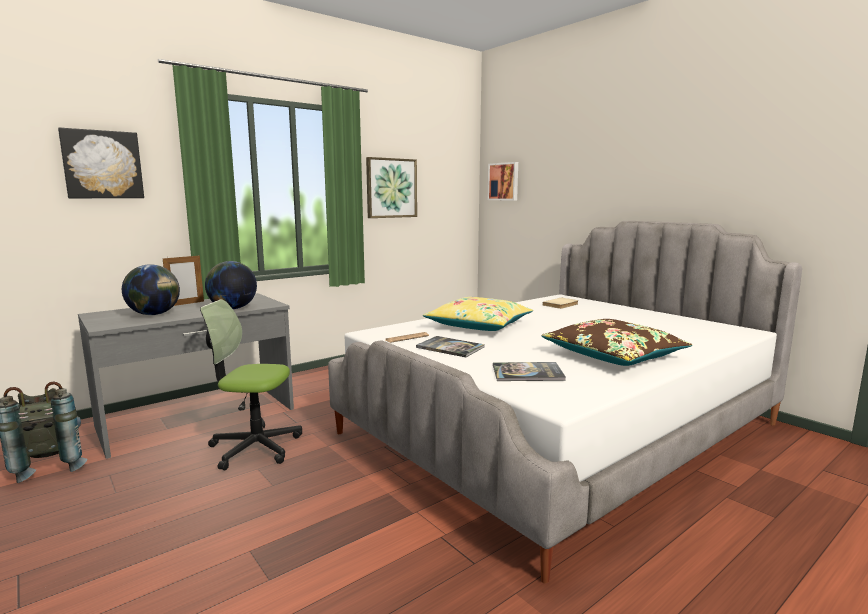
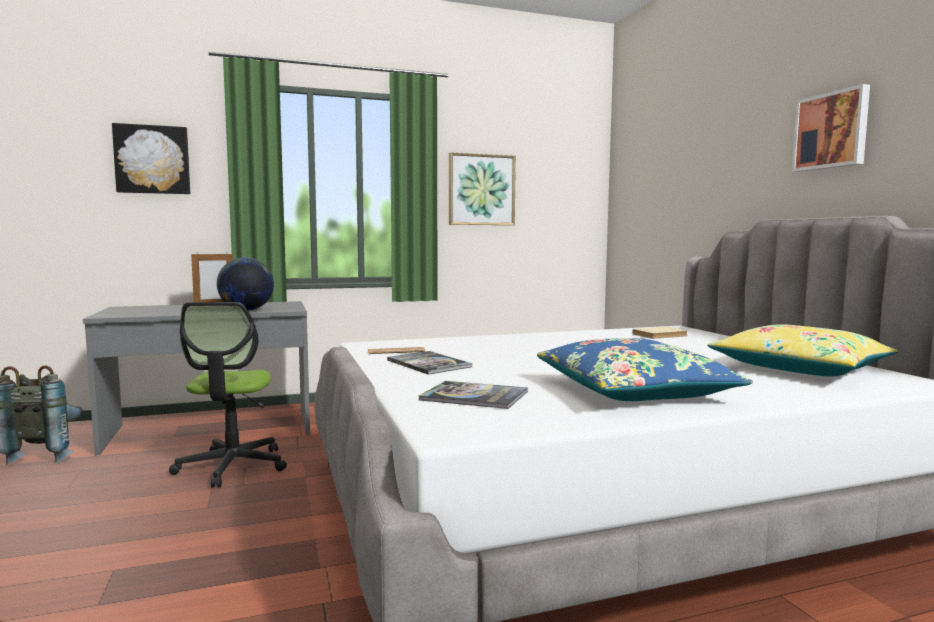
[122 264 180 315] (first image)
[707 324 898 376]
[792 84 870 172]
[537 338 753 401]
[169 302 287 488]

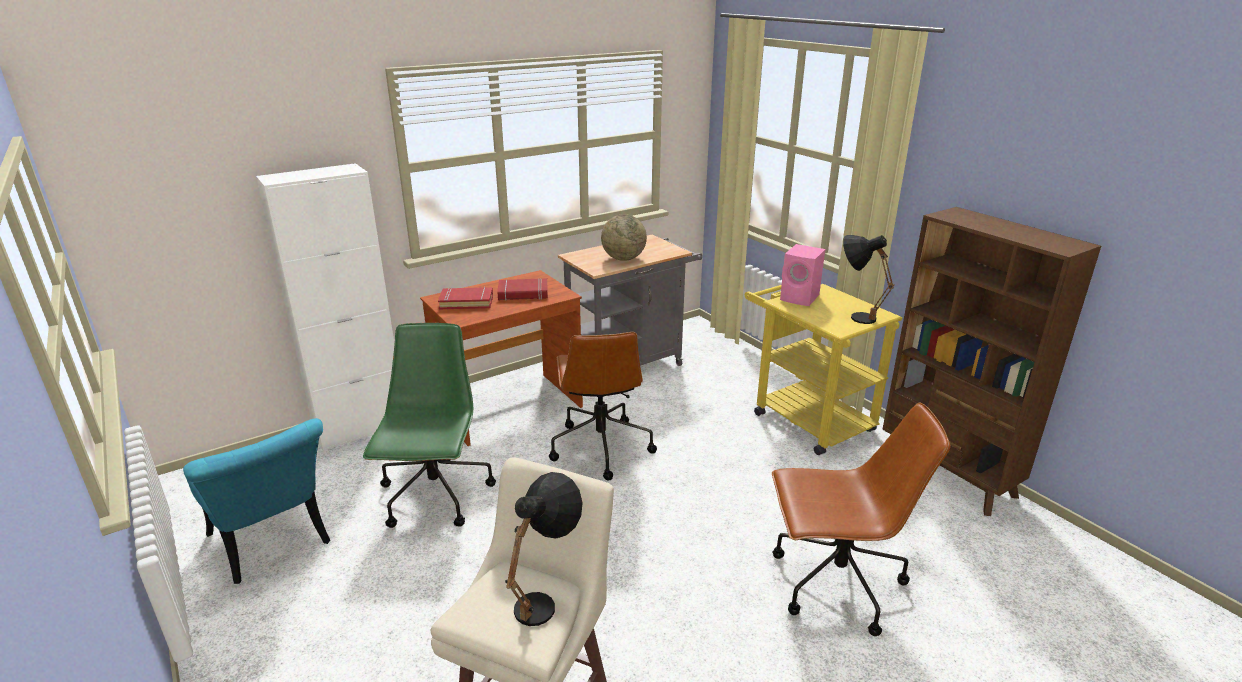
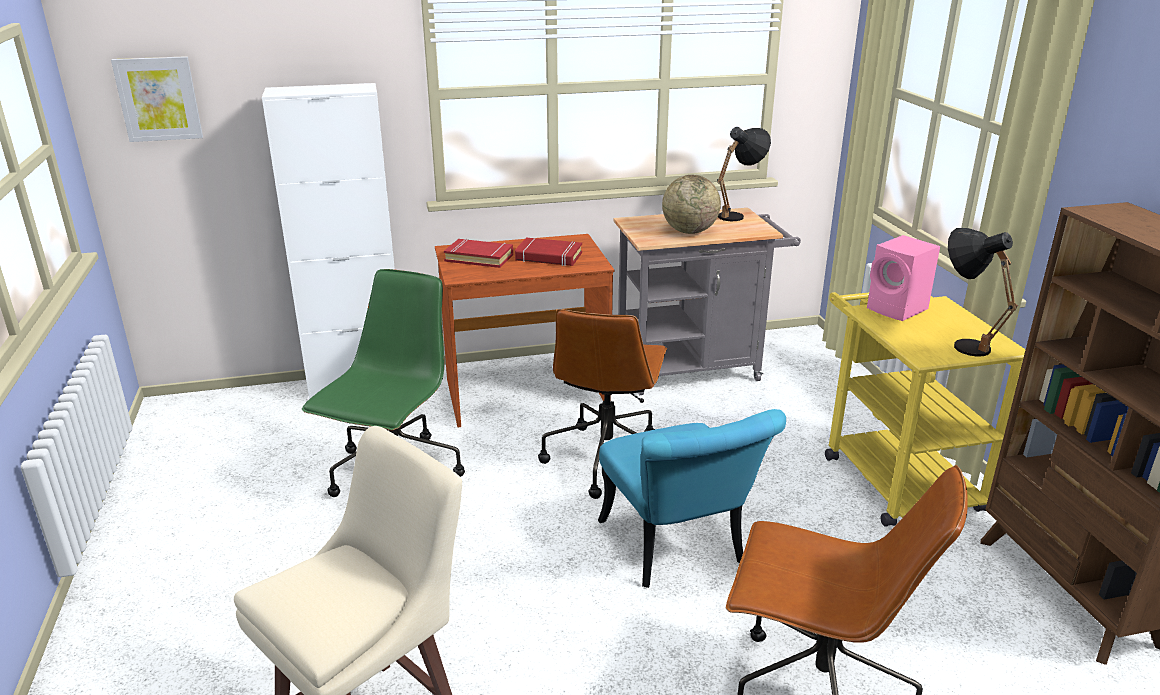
[111 56 203 142]
[598 409 786 588]
[717 127 771 221]

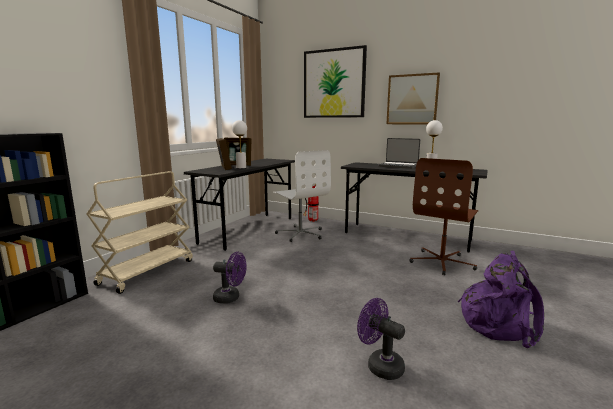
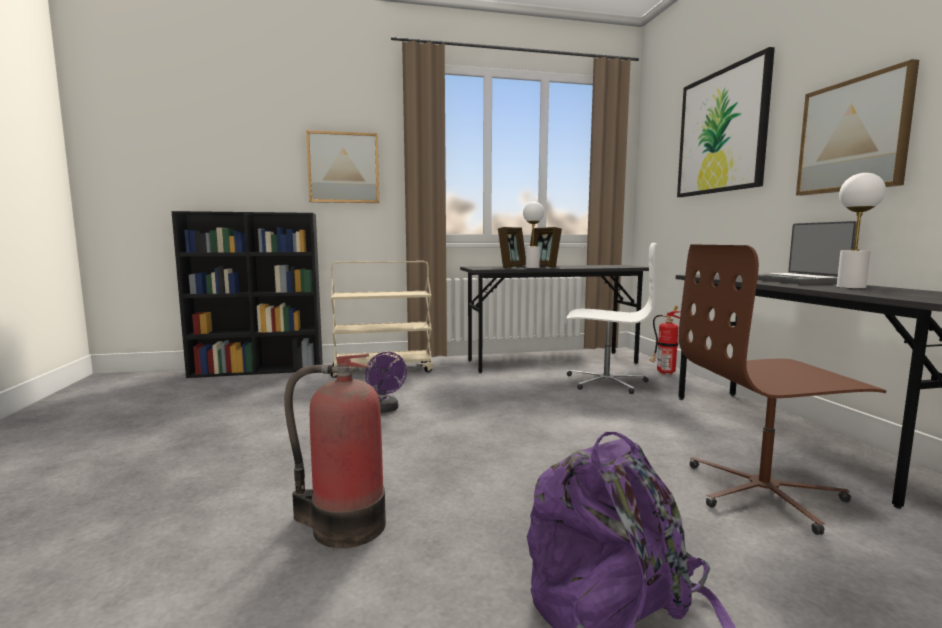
[306 130 379 203]
[284 354 386 548]
[566 243 656 394]

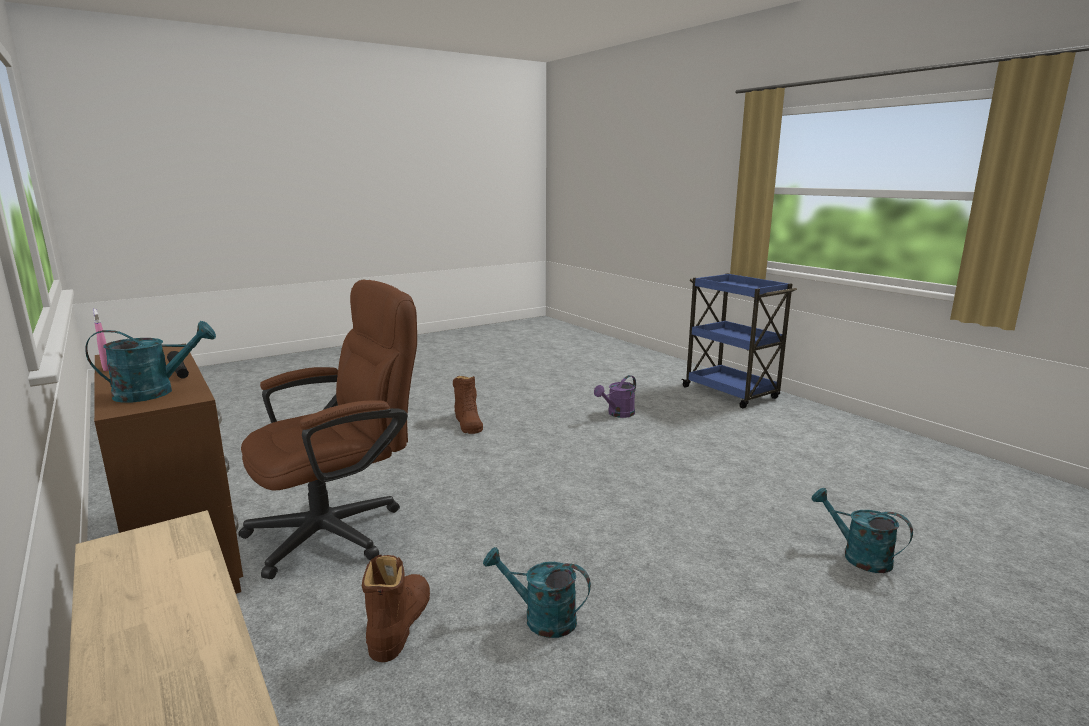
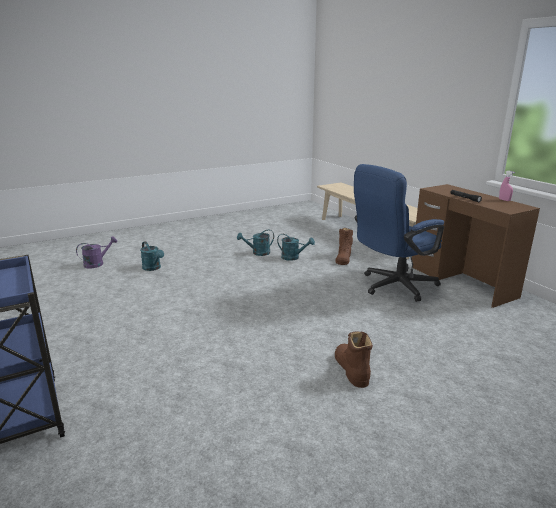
[237 229 274 256]
[76 236 117 269]
[354 164 444 302]

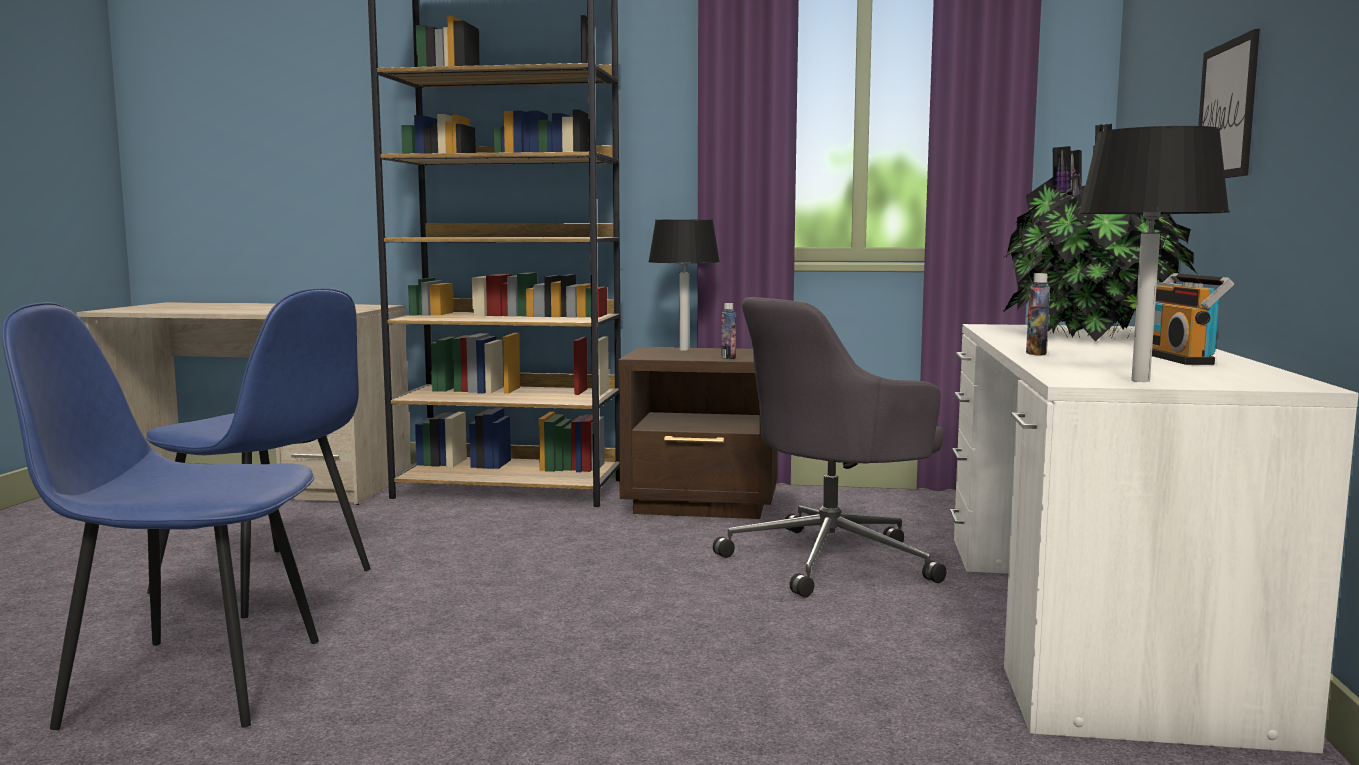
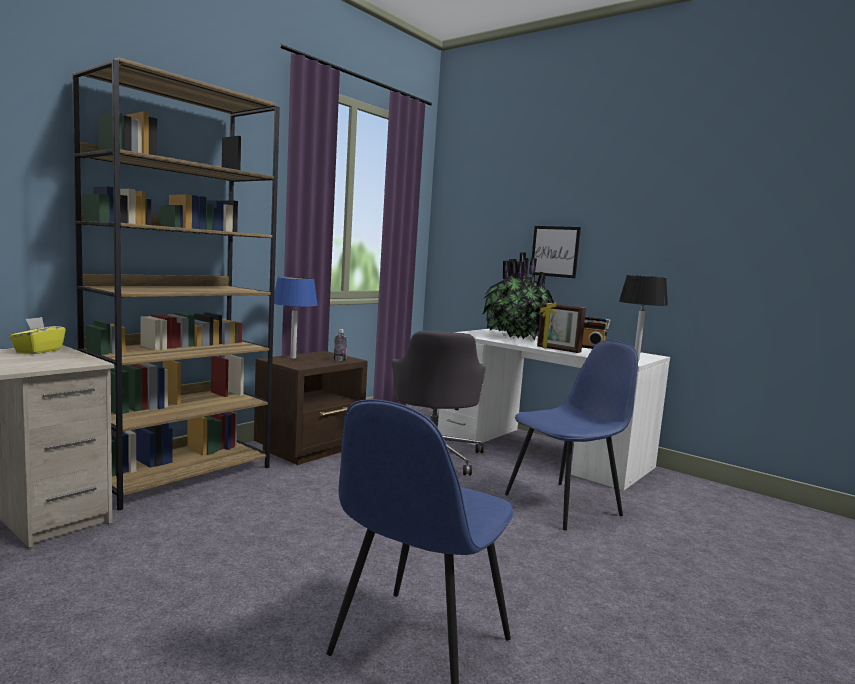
[10 317 66 354]
[505 340 638 530]
[537 303 586 353]
[274 277 318 359]

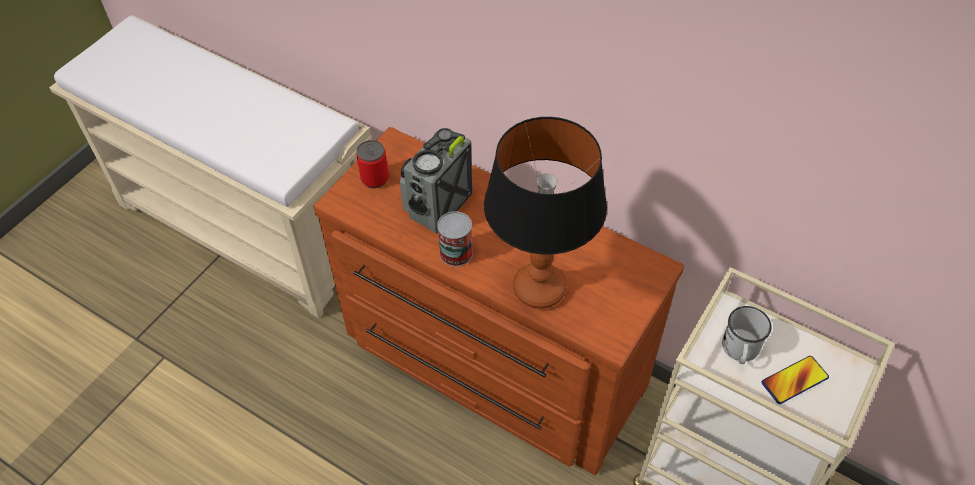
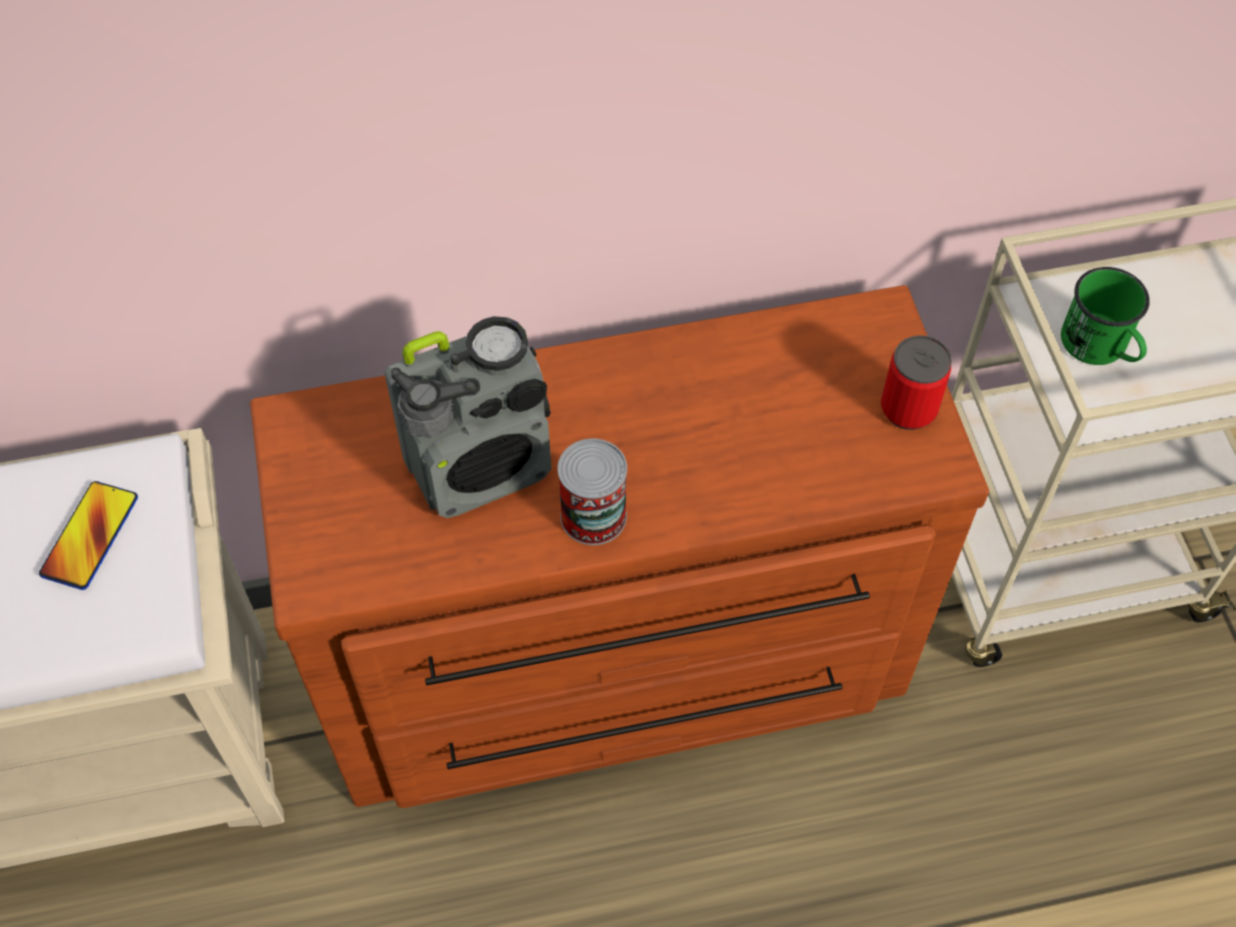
[484 117 607 309] (first image)
[881 335 952 430]
[39 481 138 590]
[1061 267 1150 365]
[384 316 551 518]

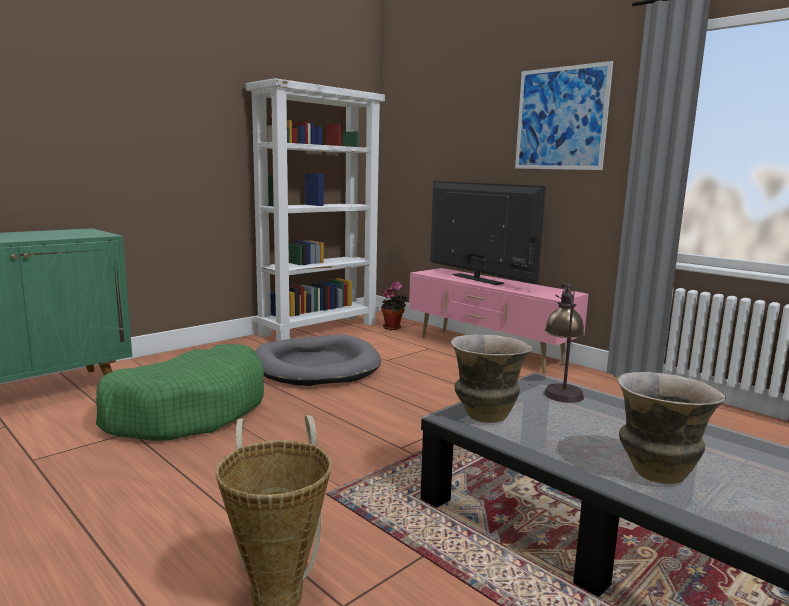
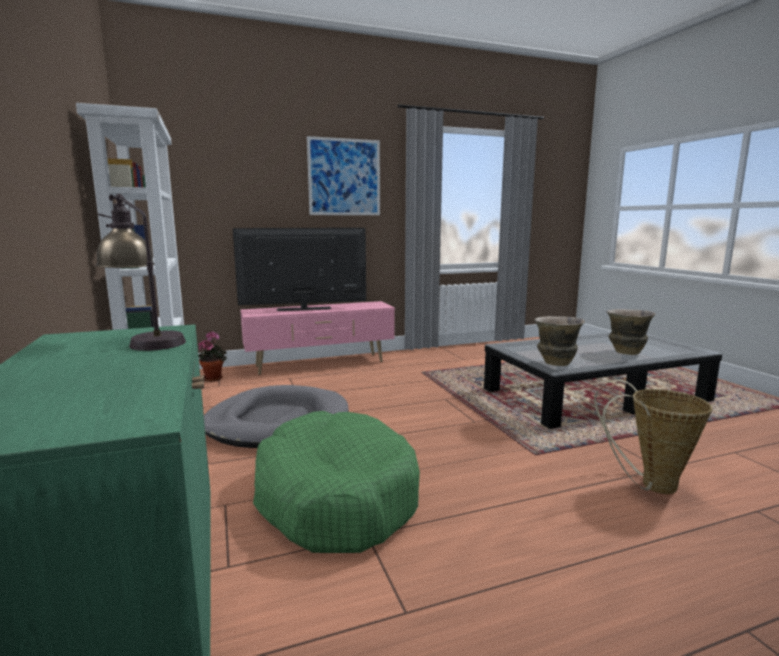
[96 194 186 351]

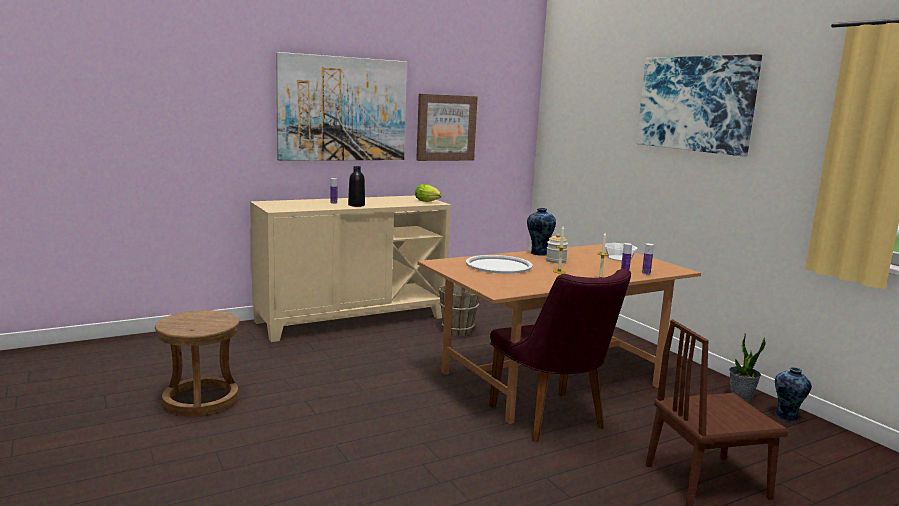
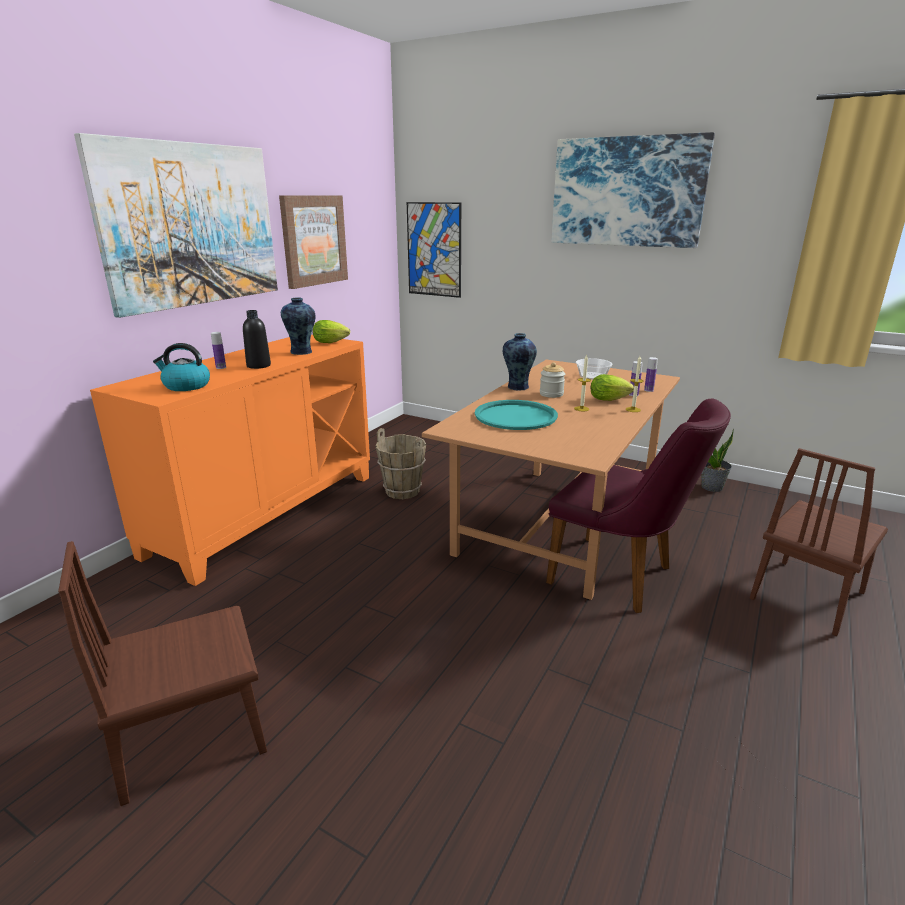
[153 343 210 391]
[407 202 461 298]
[591 374 634 401]
[281 297 316 355]
[58 541 267 806]
[90 335 370 586]
[475 400 558 430]

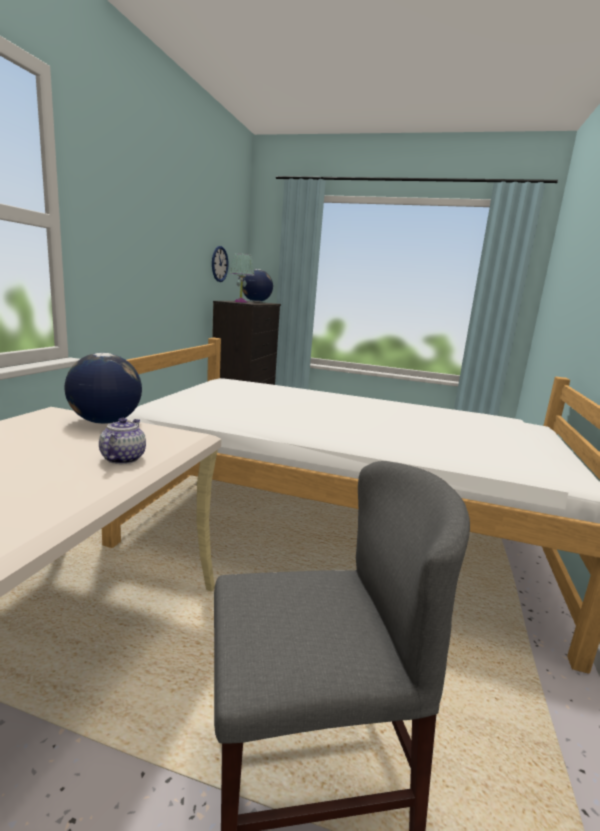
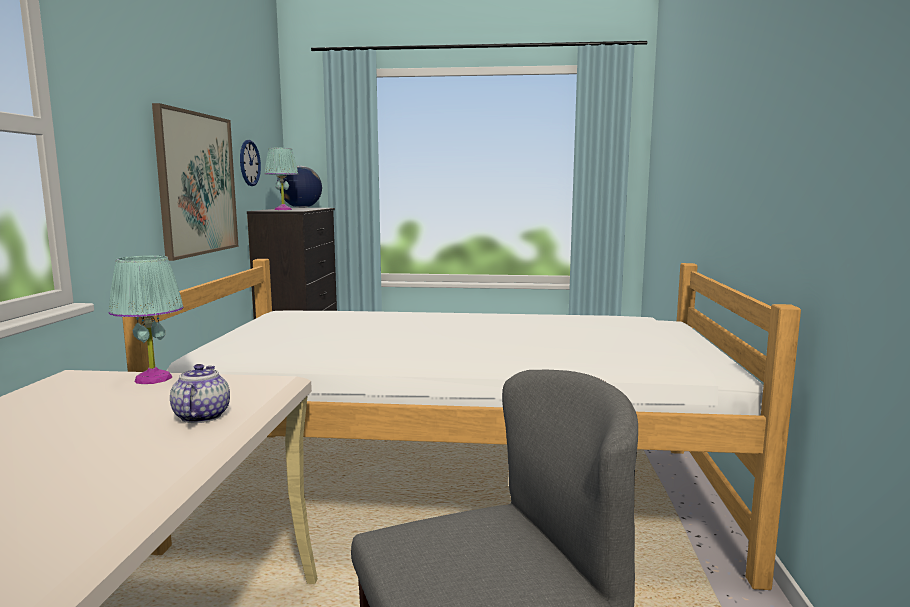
[152 103 239 261]
[109 255 184 384]

